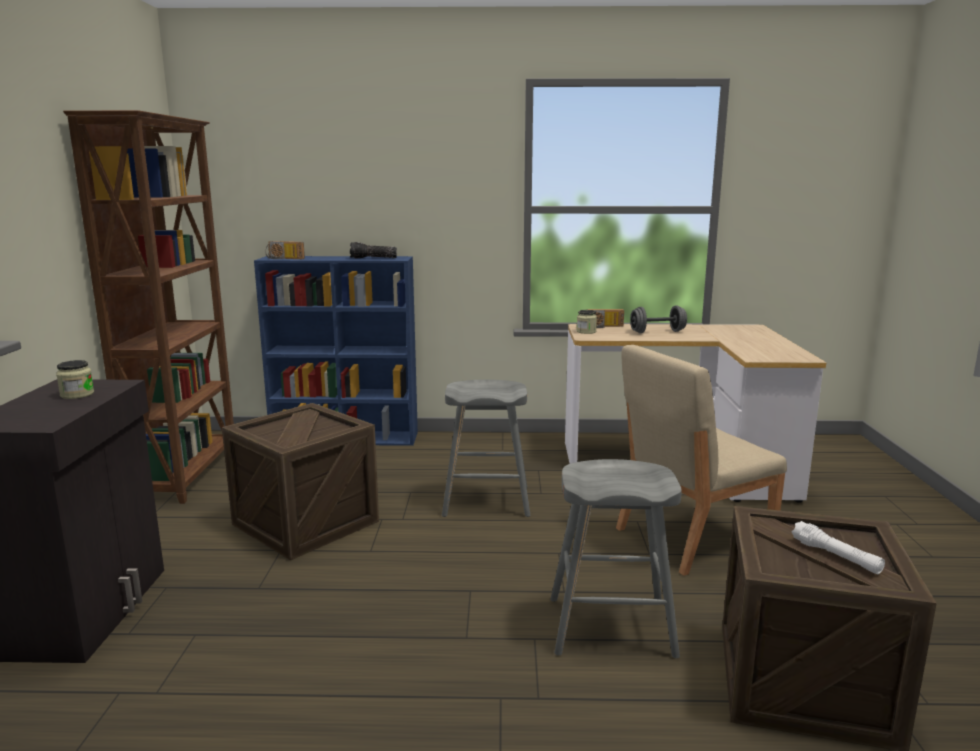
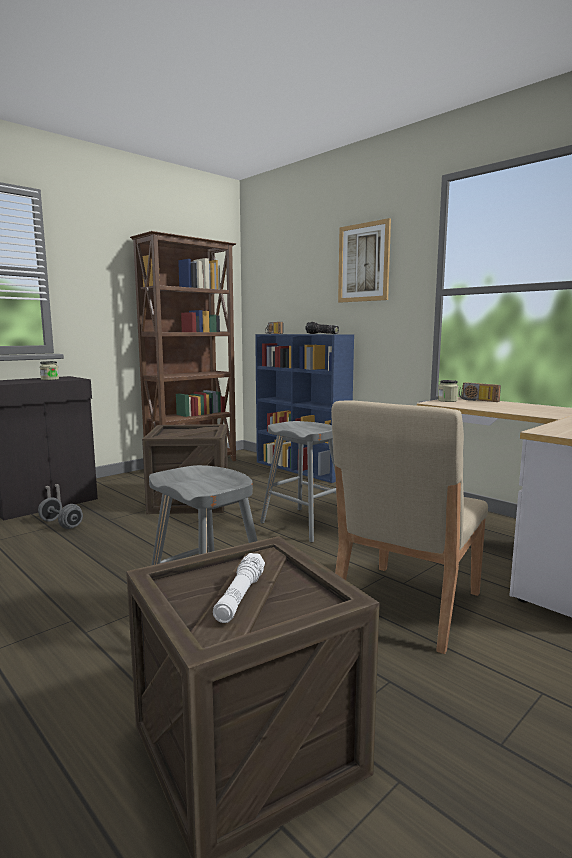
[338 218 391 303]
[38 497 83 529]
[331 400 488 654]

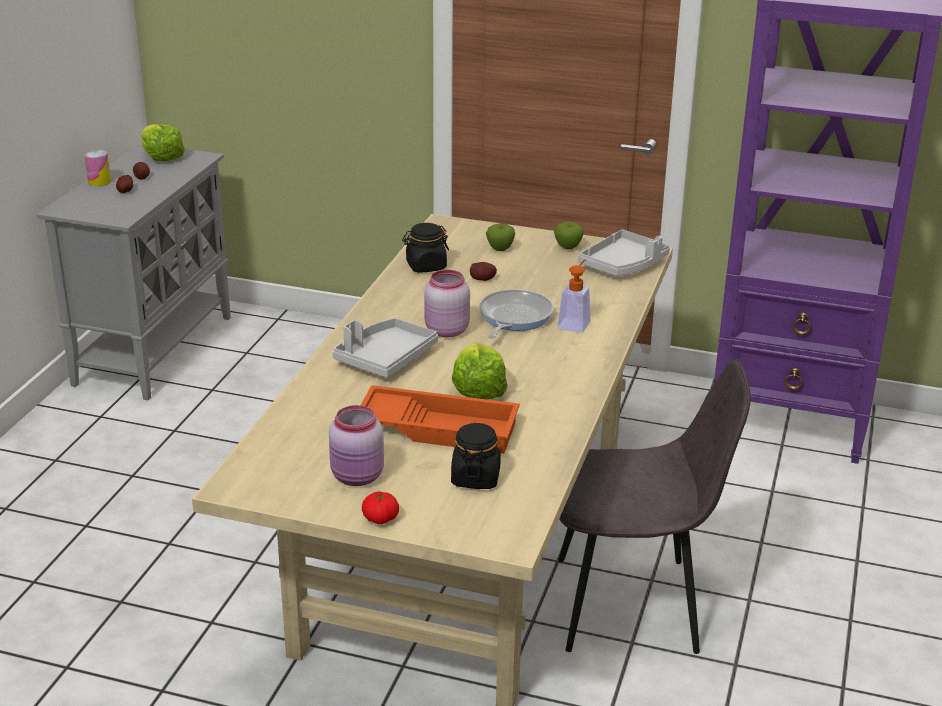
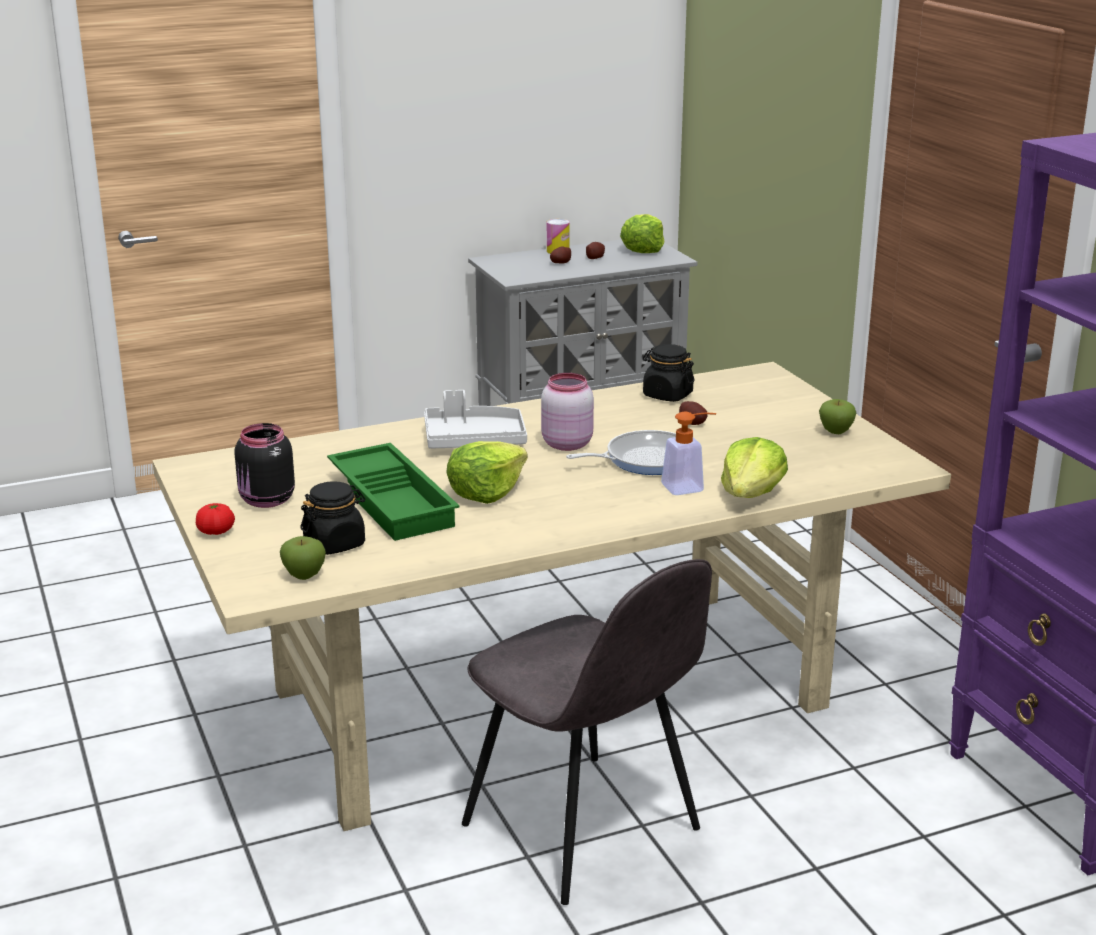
[578 230 670 276] (first image)
[721 437 788 498]
[280 536 326 580]
[234 423 295 508]
[327 443 459 541]

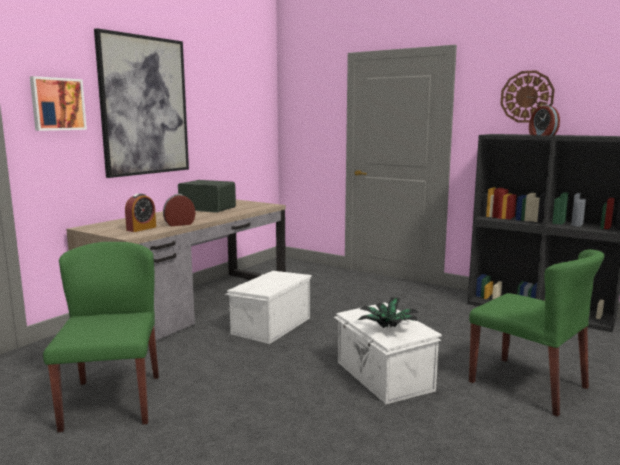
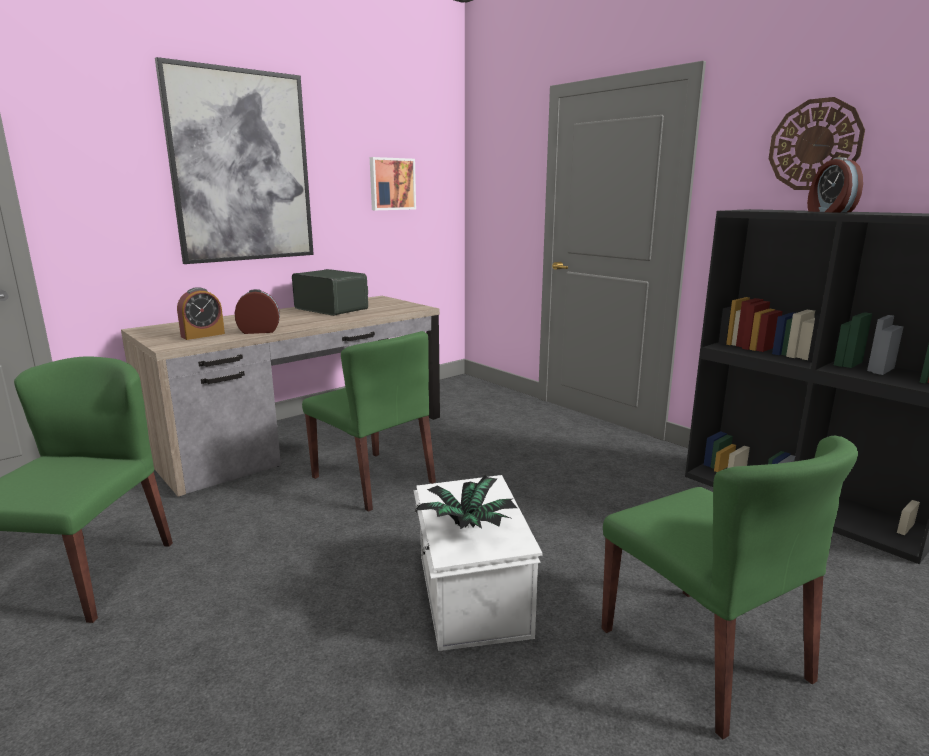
[370 157 416 210]
[302 331 436 512]

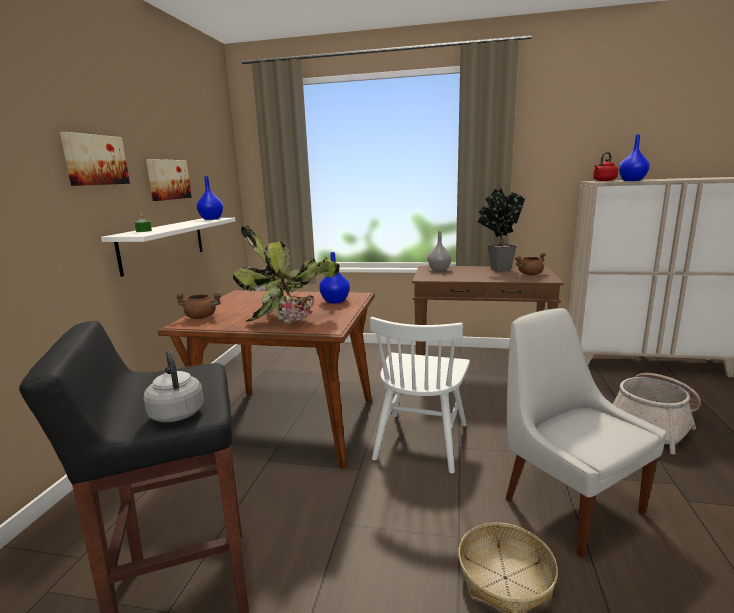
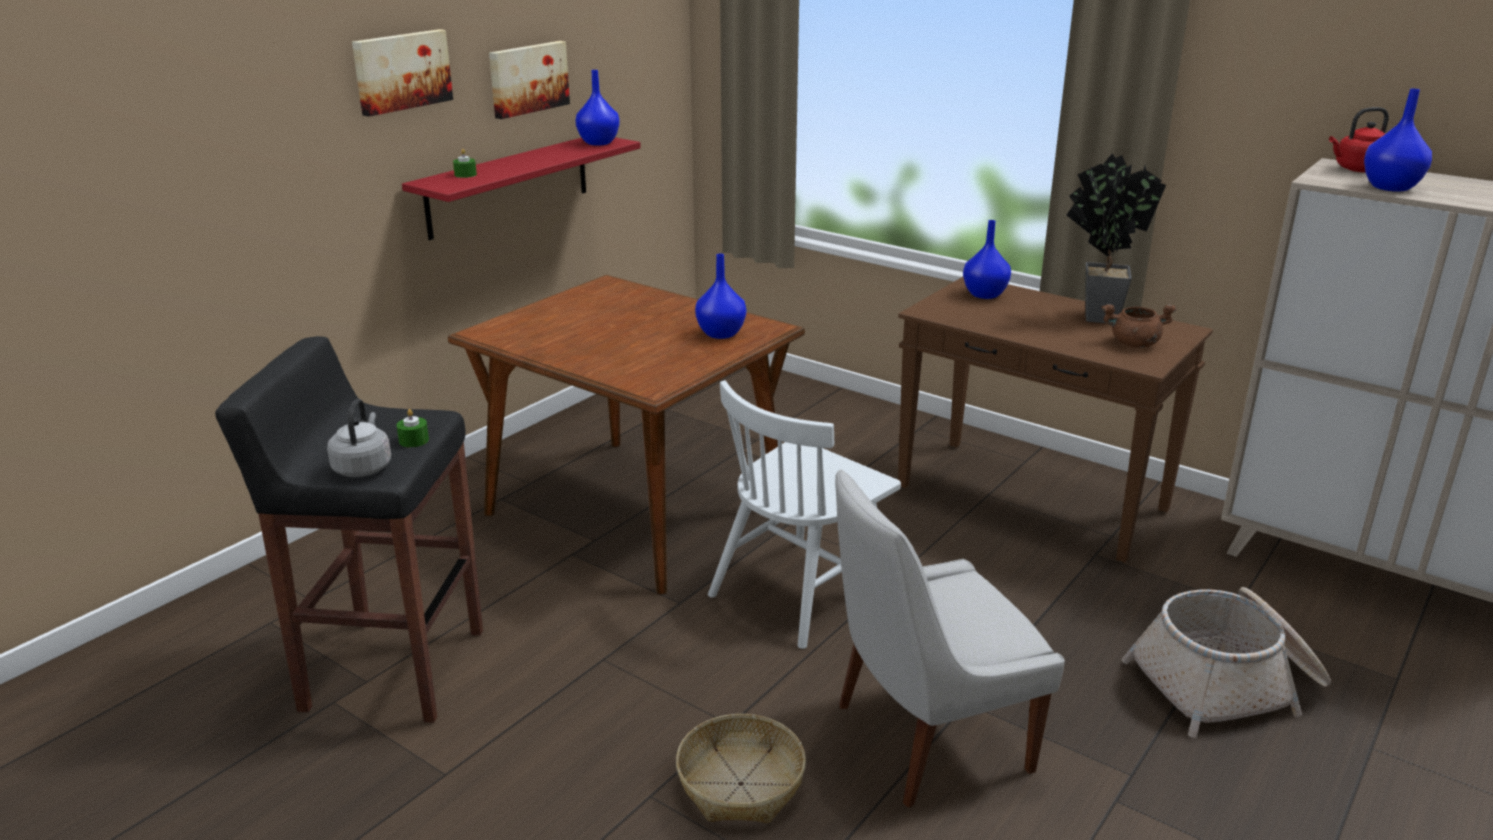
[175 292 222 319] (first image)
[233 225 339 324] (first image)
[397 409 429 447]
[402 137 641 240]
[963 220 1011 299]
[835 469 1065 808]

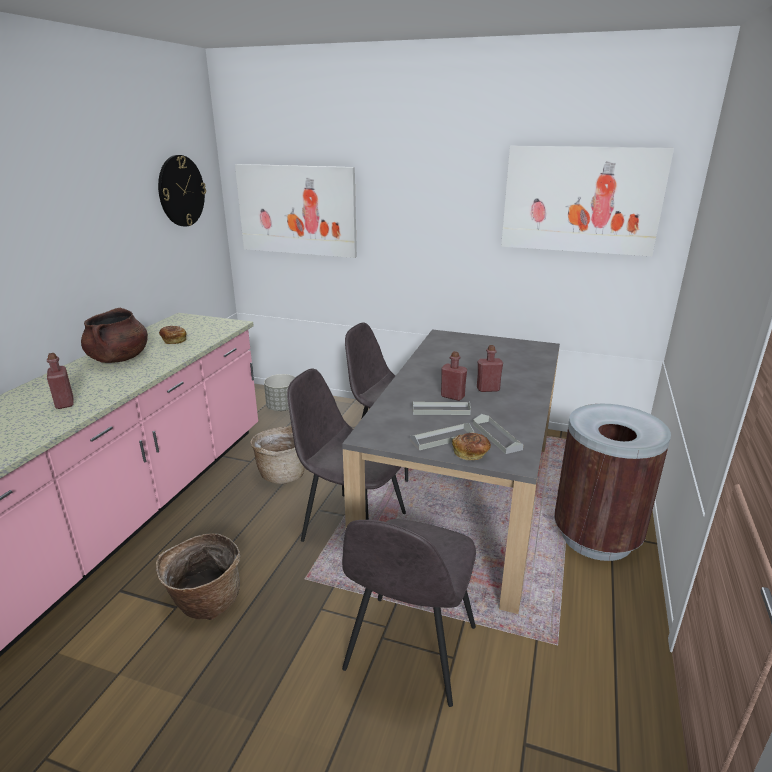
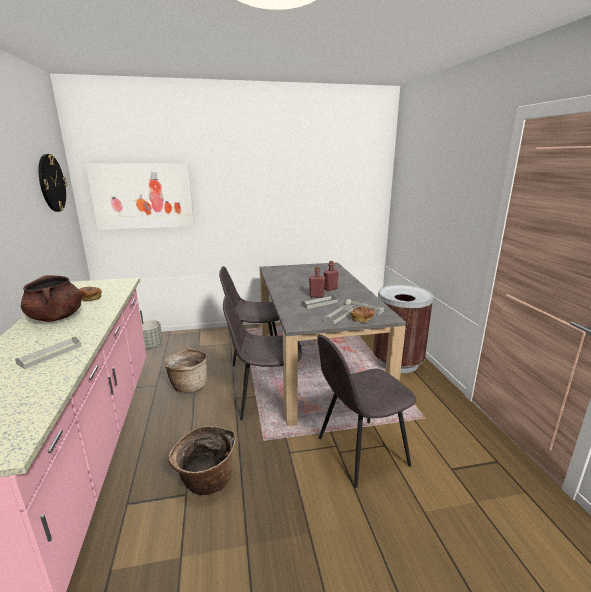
[501 146 674 256] (first image)
[15 336 82 369]
[317 334 417 488]

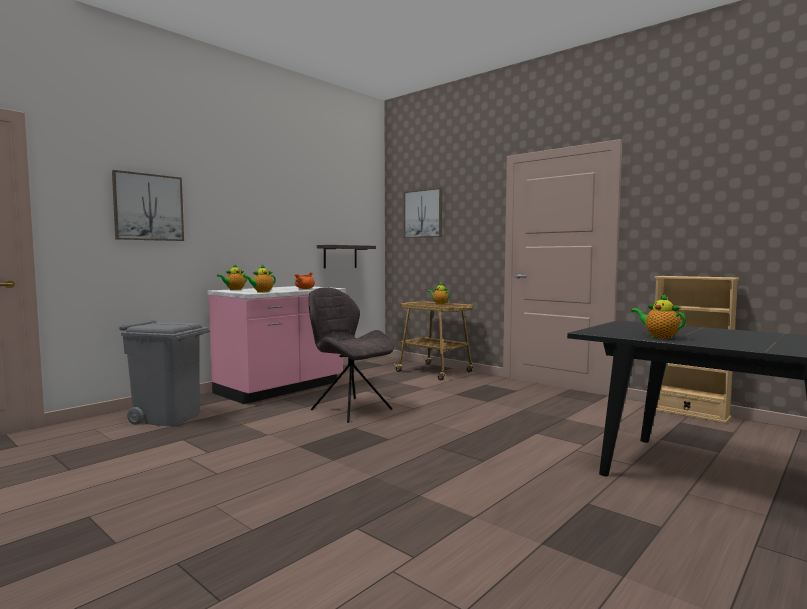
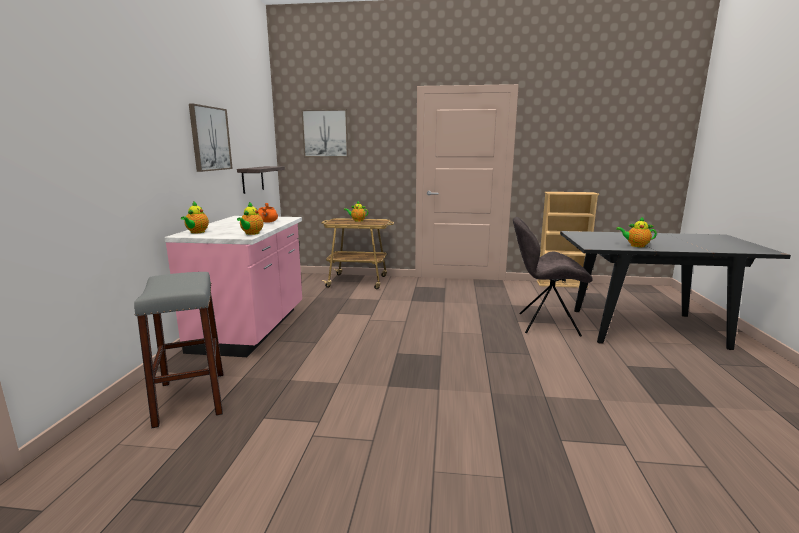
[189 104 233 172]
[513 217 593 337]
[134 272 223 428]

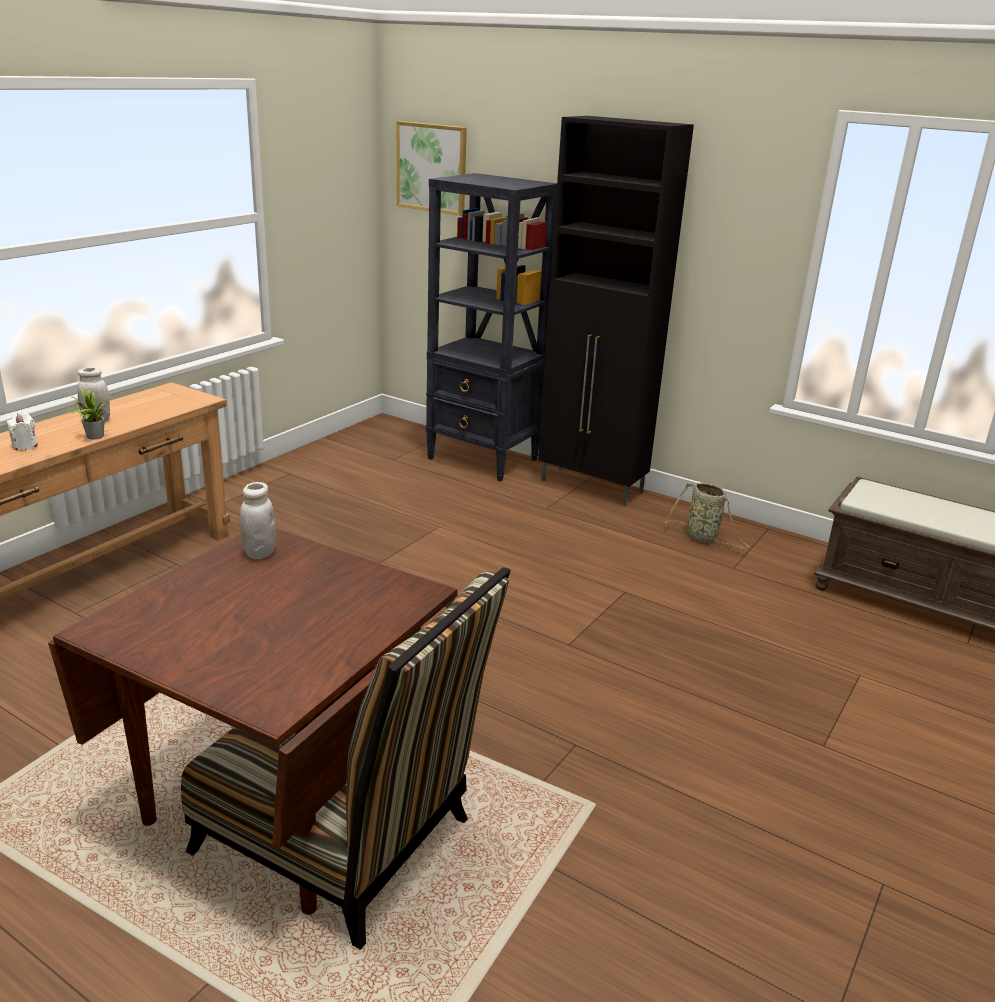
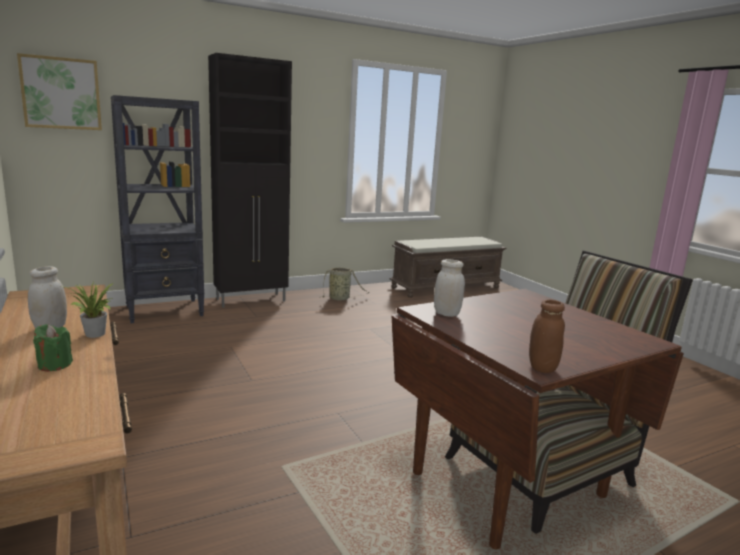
[529 299 565 373]
[33 324 73 371]

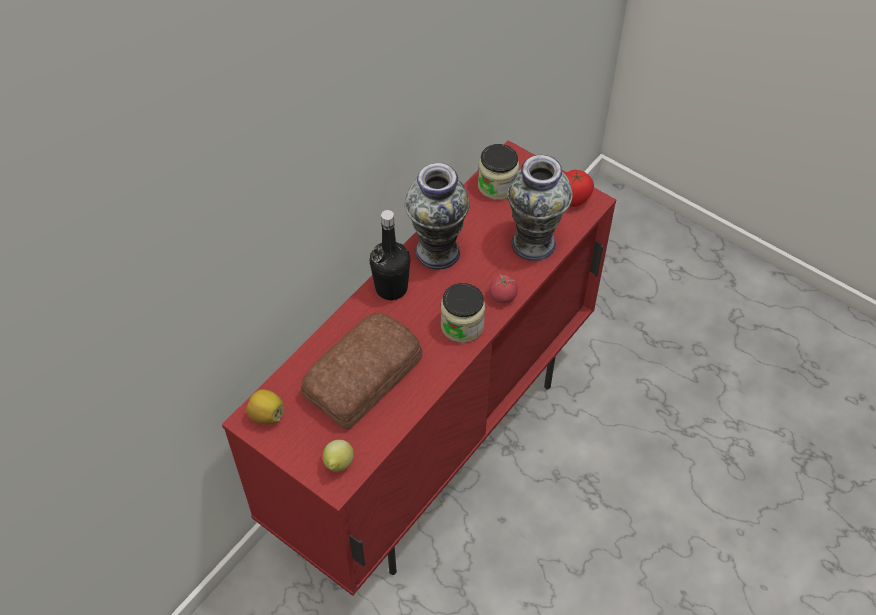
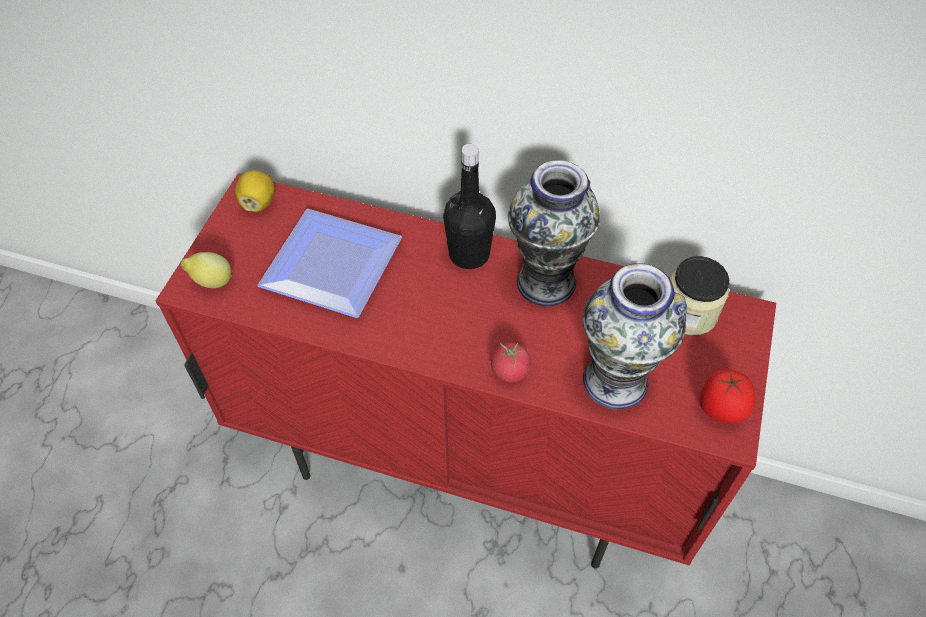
[441 283 485 343] (first image)
[257 209 402 318]

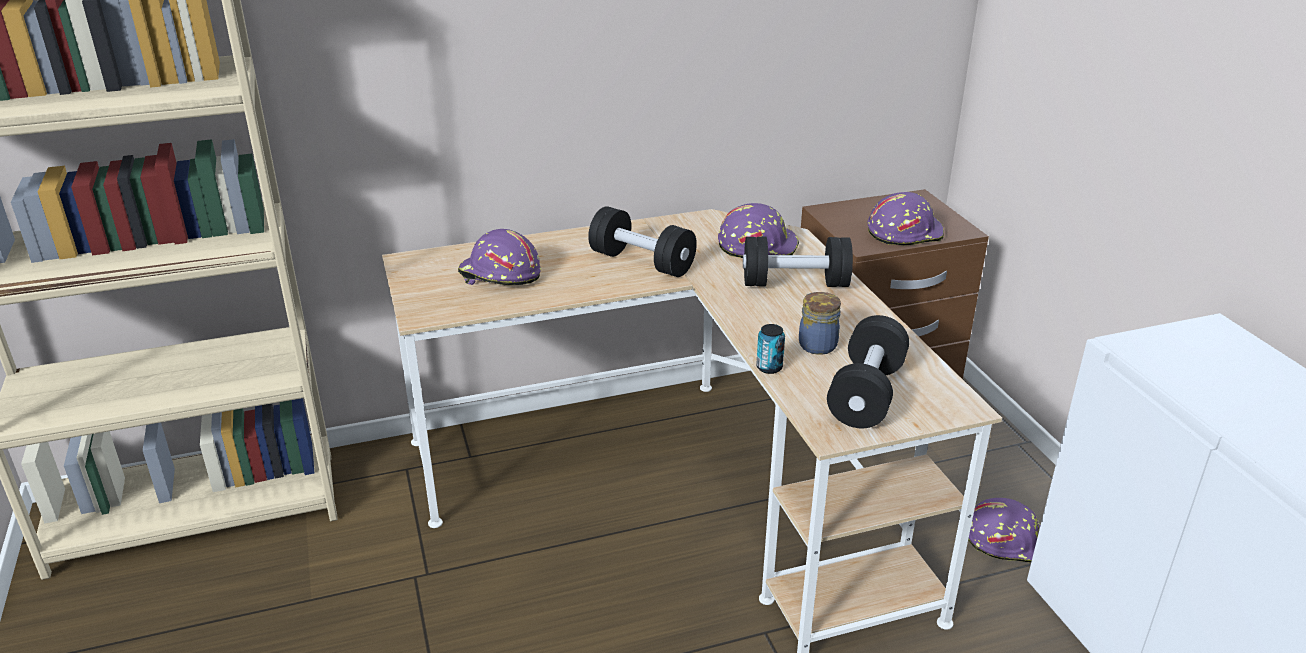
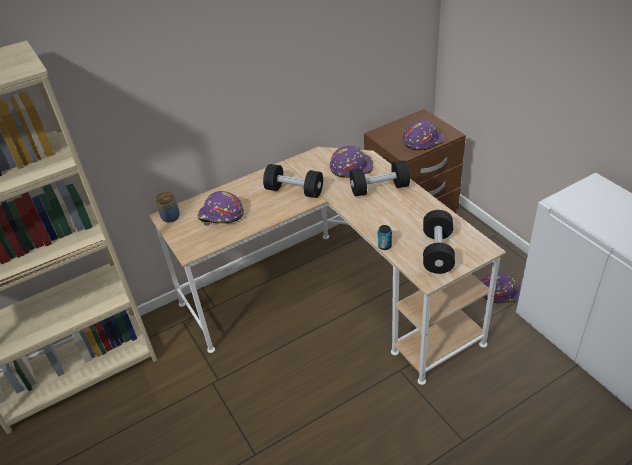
[156 192 180 222]

